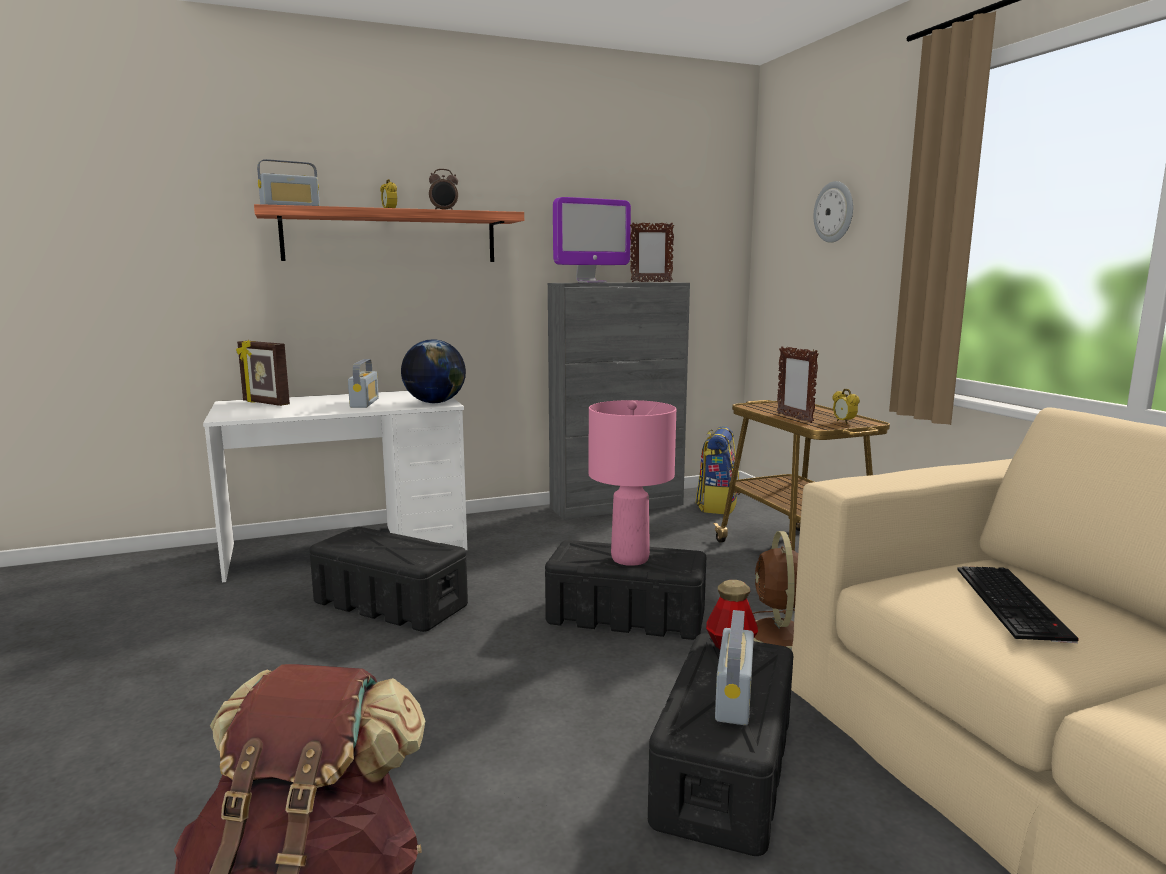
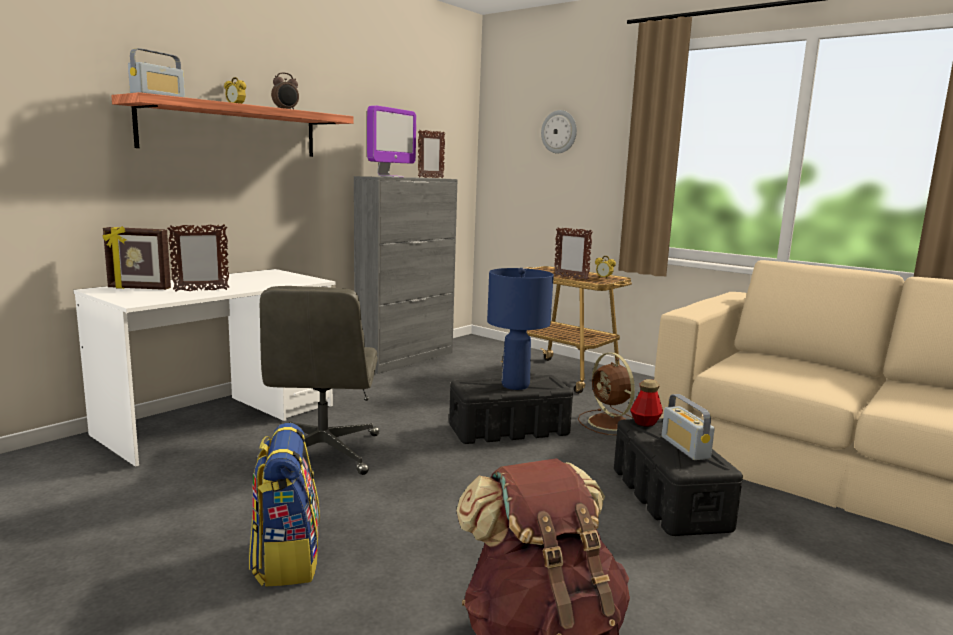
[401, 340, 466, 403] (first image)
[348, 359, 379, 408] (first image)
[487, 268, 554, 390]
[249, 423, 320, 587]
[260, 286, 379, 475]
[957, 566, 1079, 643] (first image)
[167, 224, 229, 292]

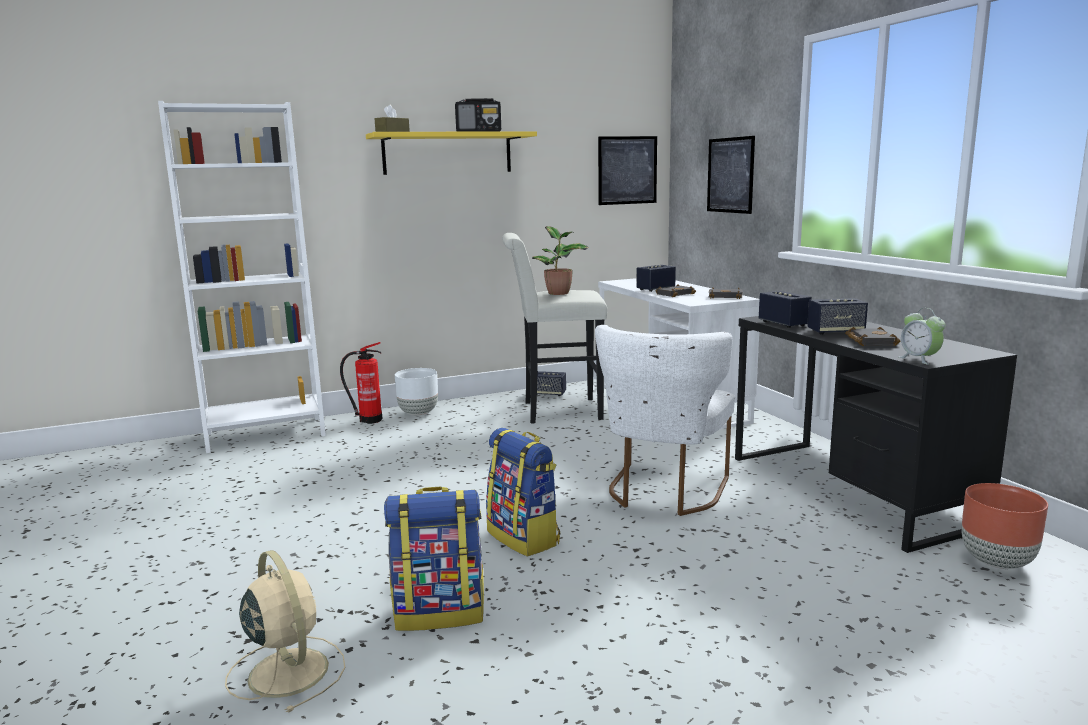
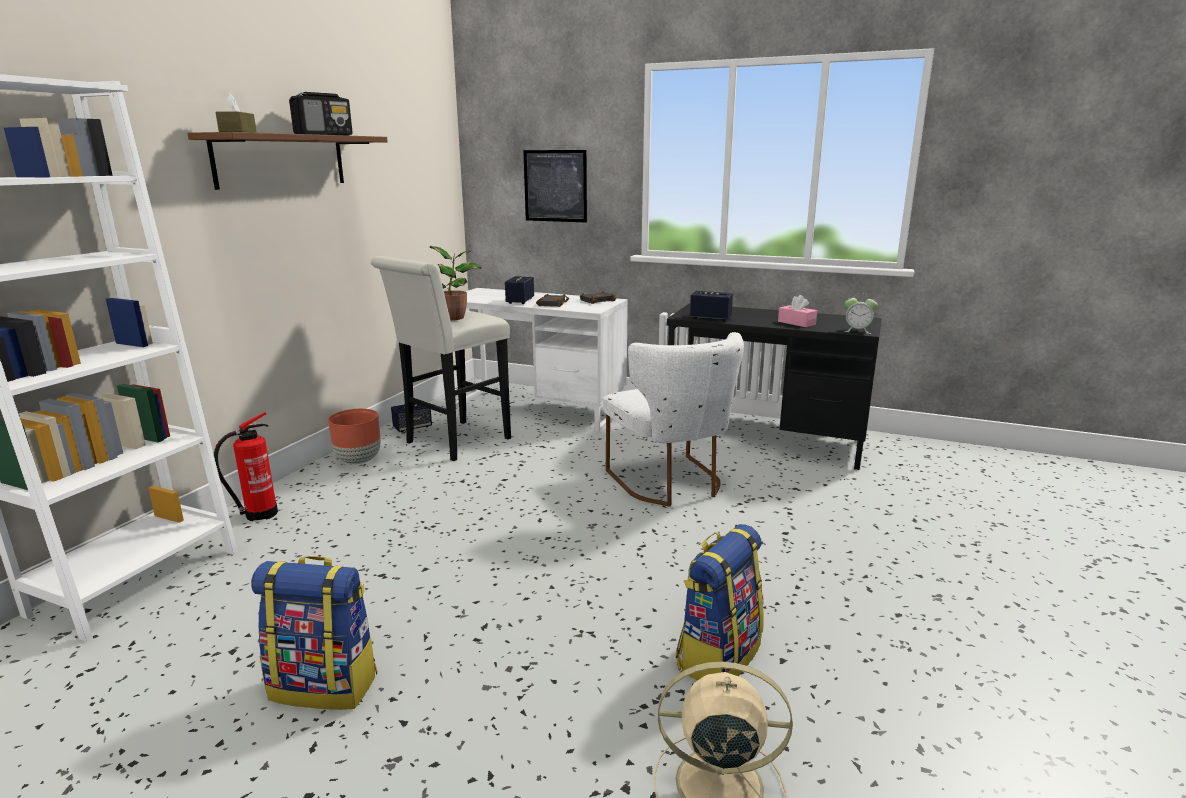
[187, 132, 388, 190]
[598, 136, 657, 205] (first image)
[807, 298, 868, 335] (first image)
[778, 295, 817, 327]
[395, 368, 438, 415] (first image)
[251, 556, 377, 710]
[328, 409, 381, 464]

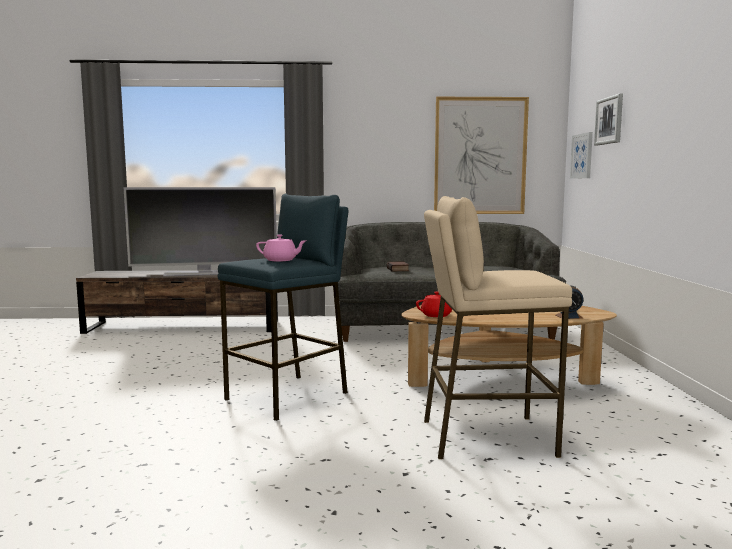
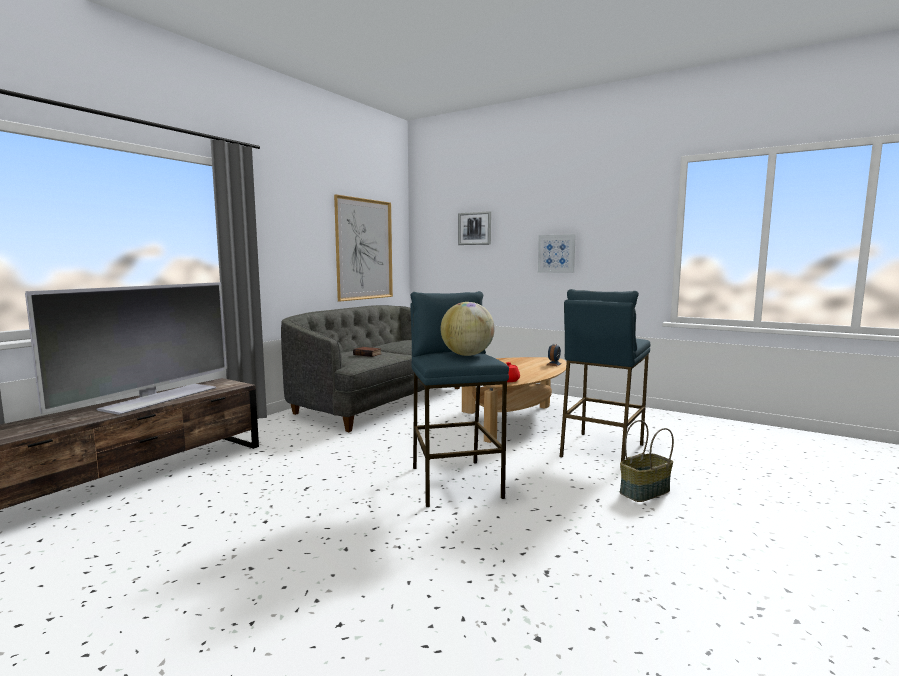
[538, 234, 576, 273]
[560, 289, 650, 470]
[440, 302, 495, 356]
[620, 420, 674, 502]

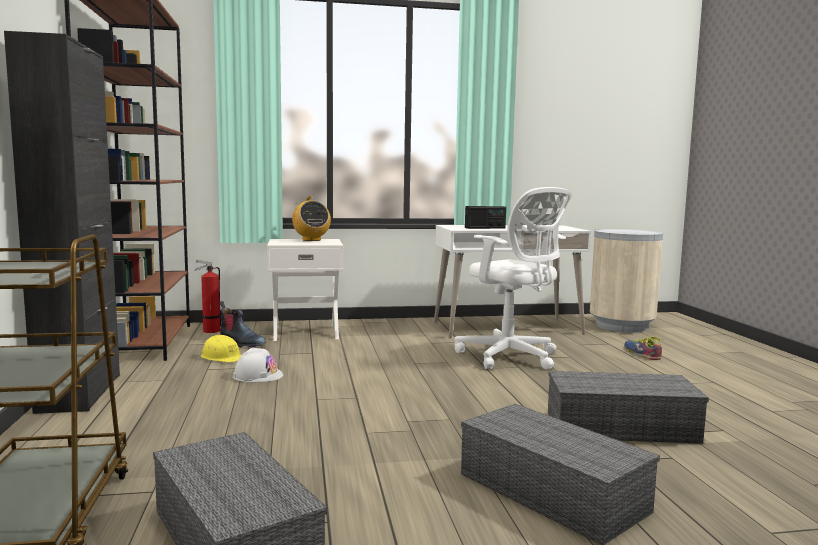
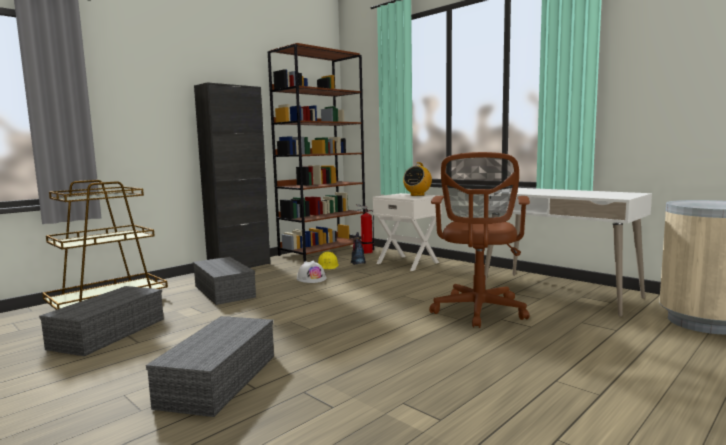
[429, 152, 530, 328]
[465, 206, 506, 229] (first image)
[624, 337, 662, 360] (first image)
[193, 257, 256, 305]

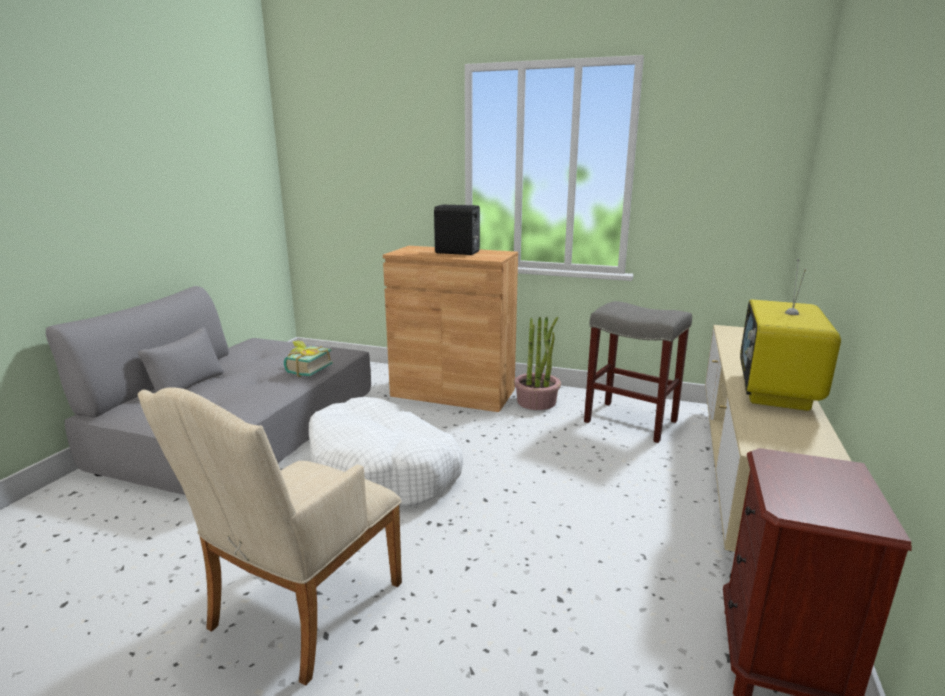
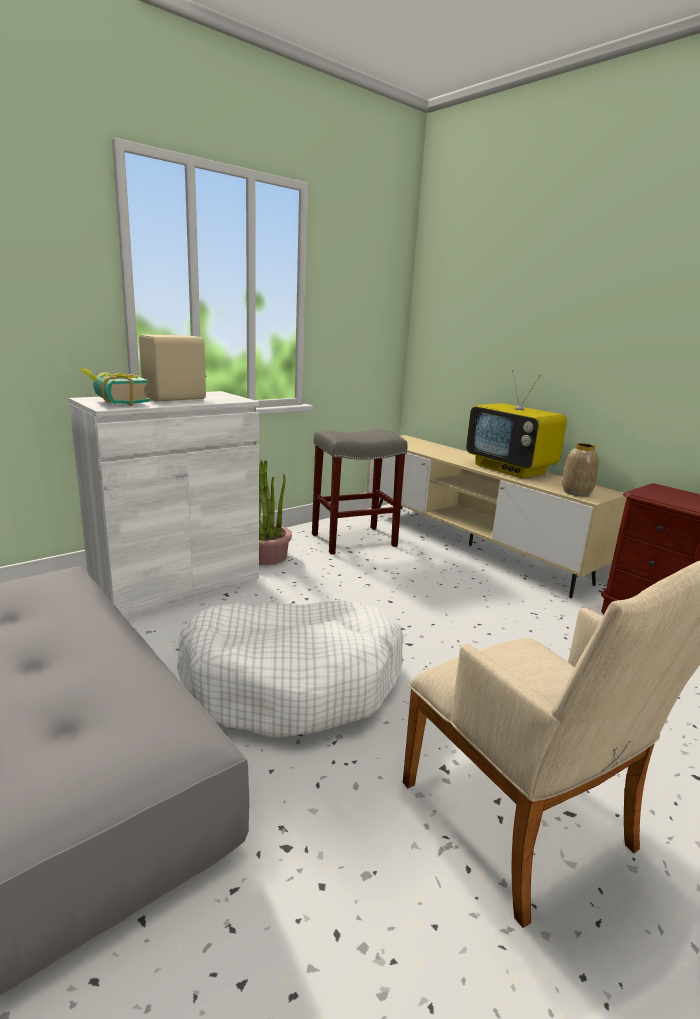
[139, 334, 207, 402]
[69, 391, 259, 617]
[80, 368, 150, 406]
[562, 443, 599, 496]

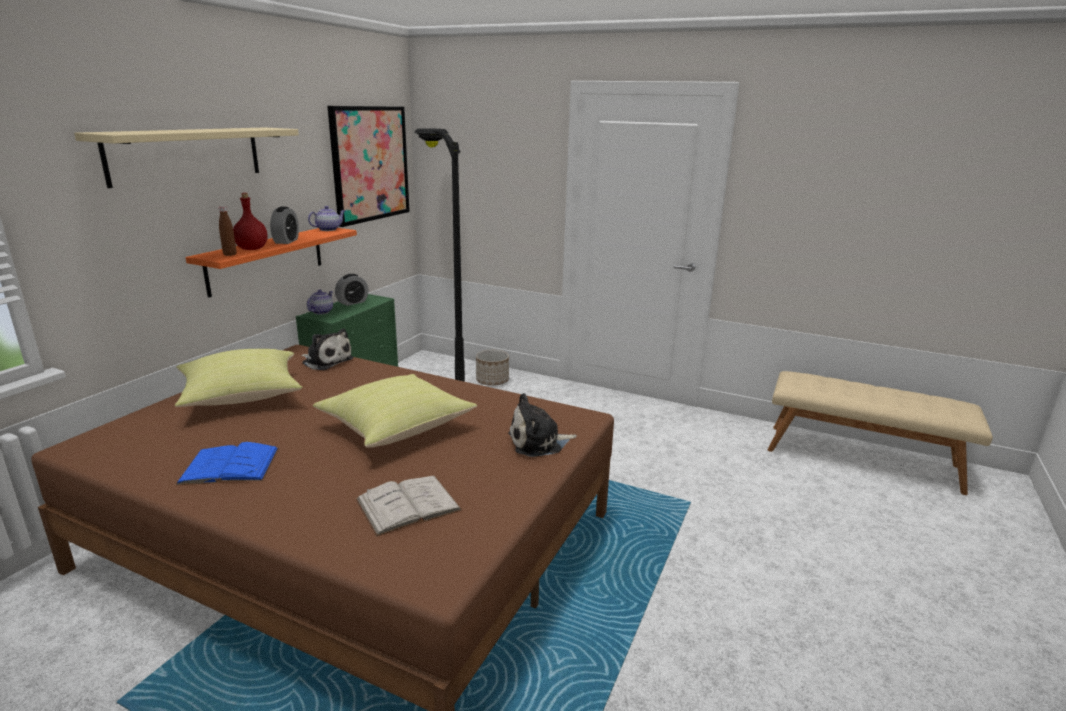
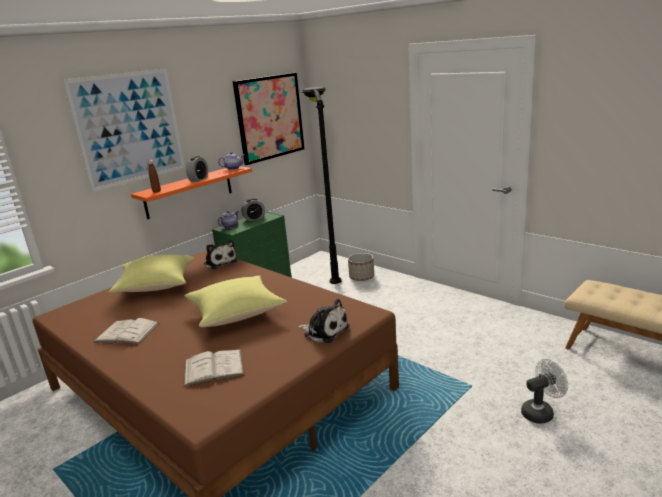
[63, 68, 185, 192]
[233, 193, 268, 250] (first image)
[298, 299, 350, 343]
[93, 318, 159, 344]
[521, 359, 568, 424]

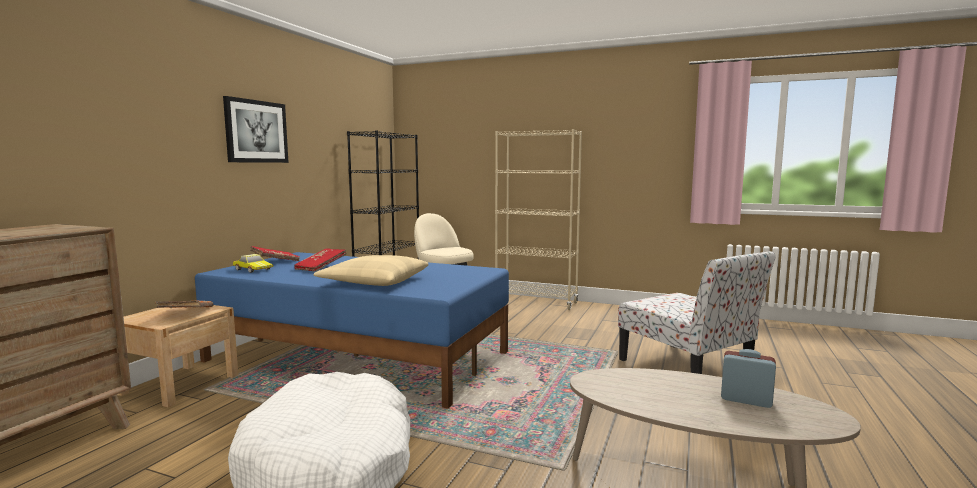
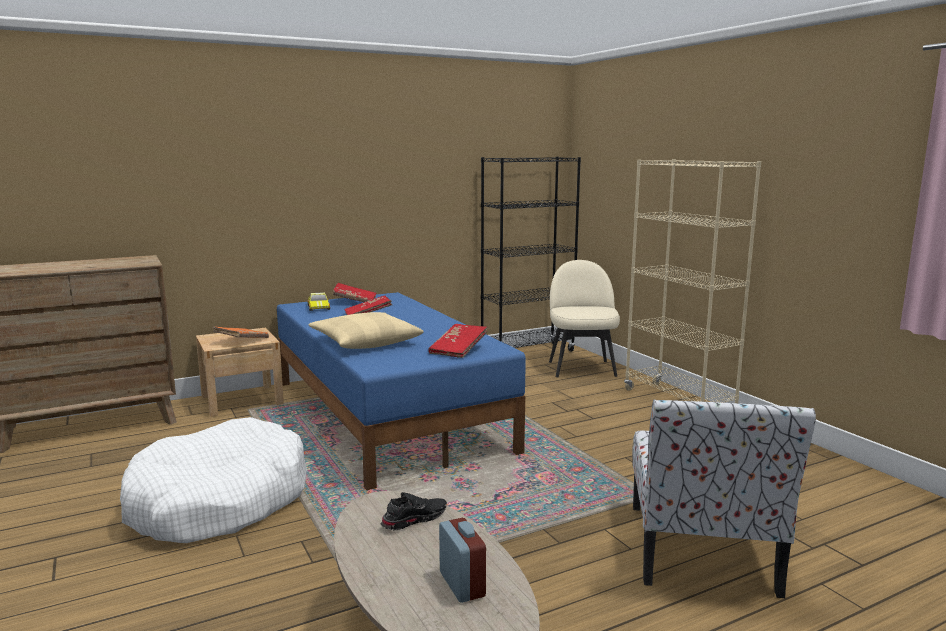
[223, 96, 289, 163] (first image)
[428, 324, 488, 358]
[380, 492, 447, 530]

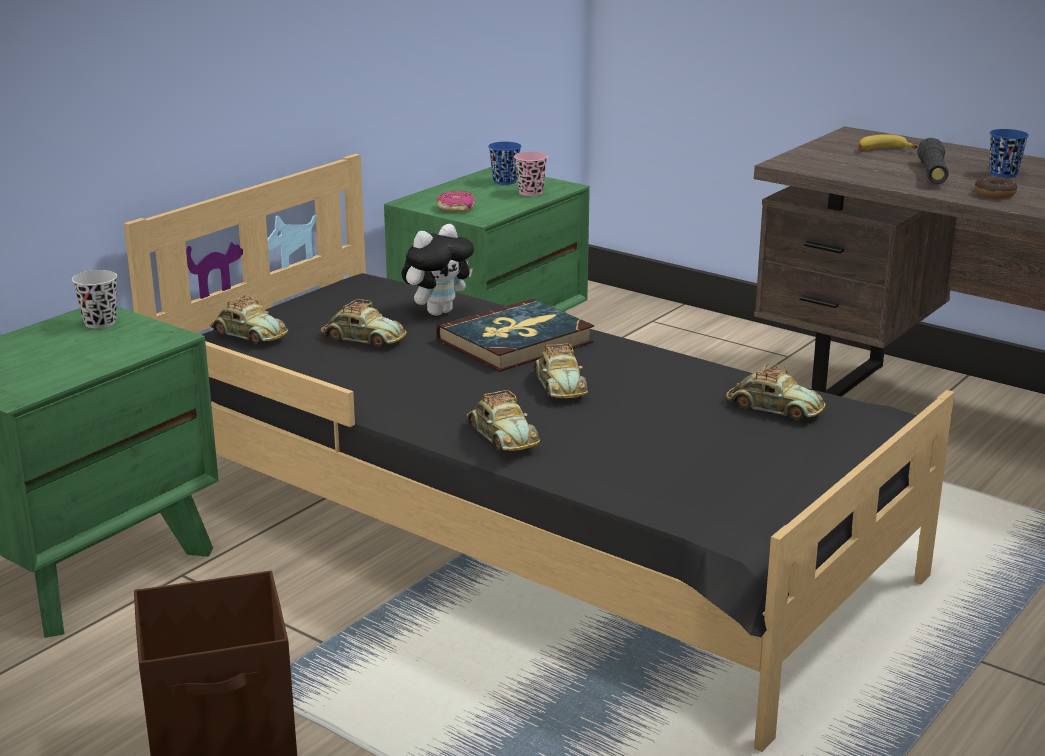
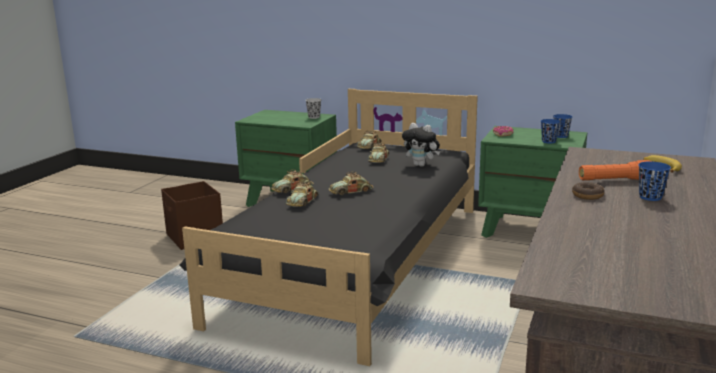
[579, 160, 652, 180]
[541, 119, 560, 144]
[436, 299, 594, 372] (first image)
[286, 181, 319, 207]

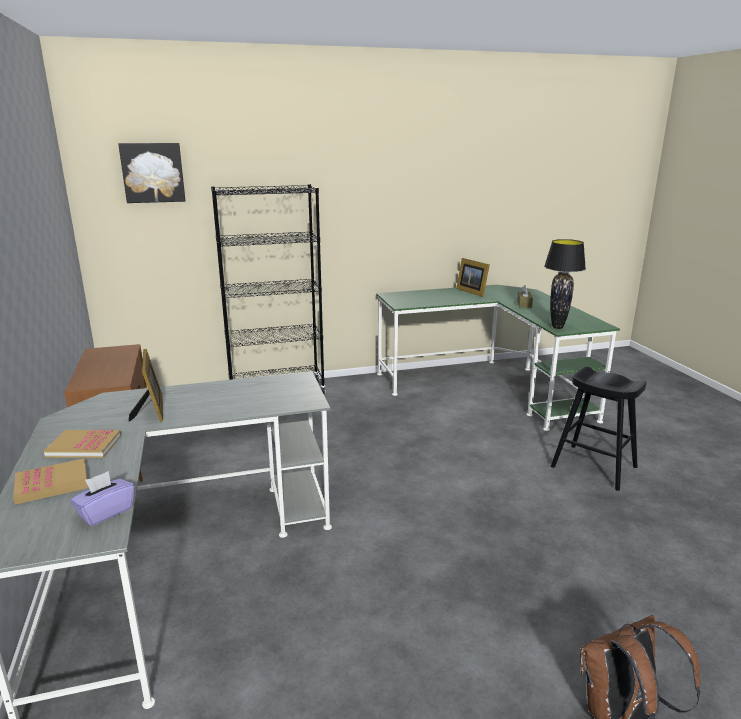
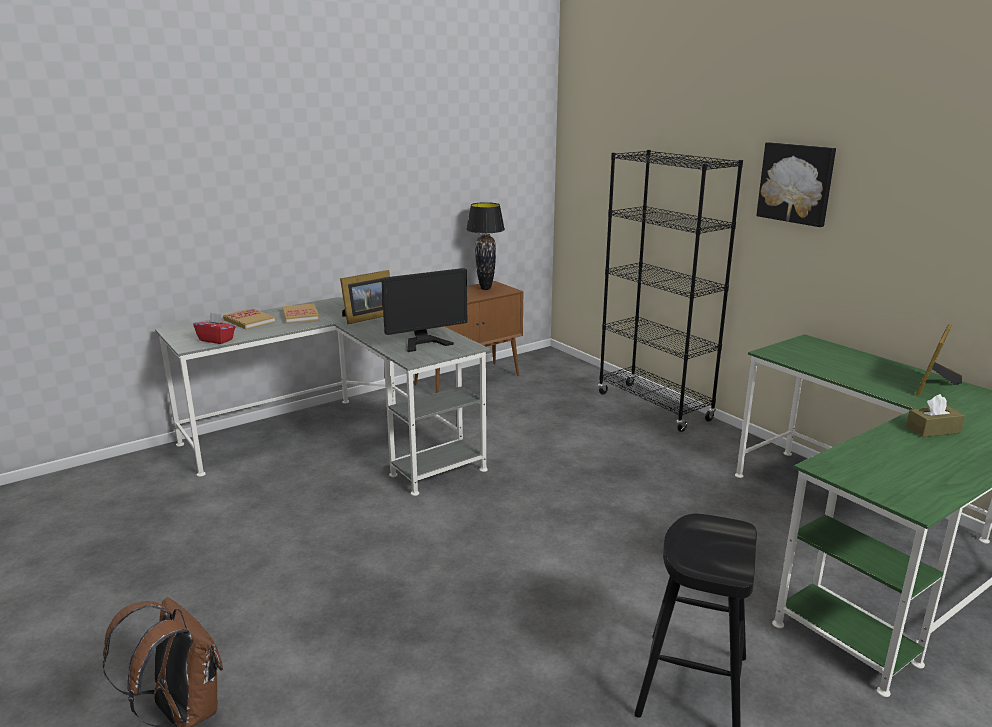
[756, 142, 836, 227]
[466, 202, 505, 290]
[193, 312, 235, 344]
[382, 268, 467, 352]

